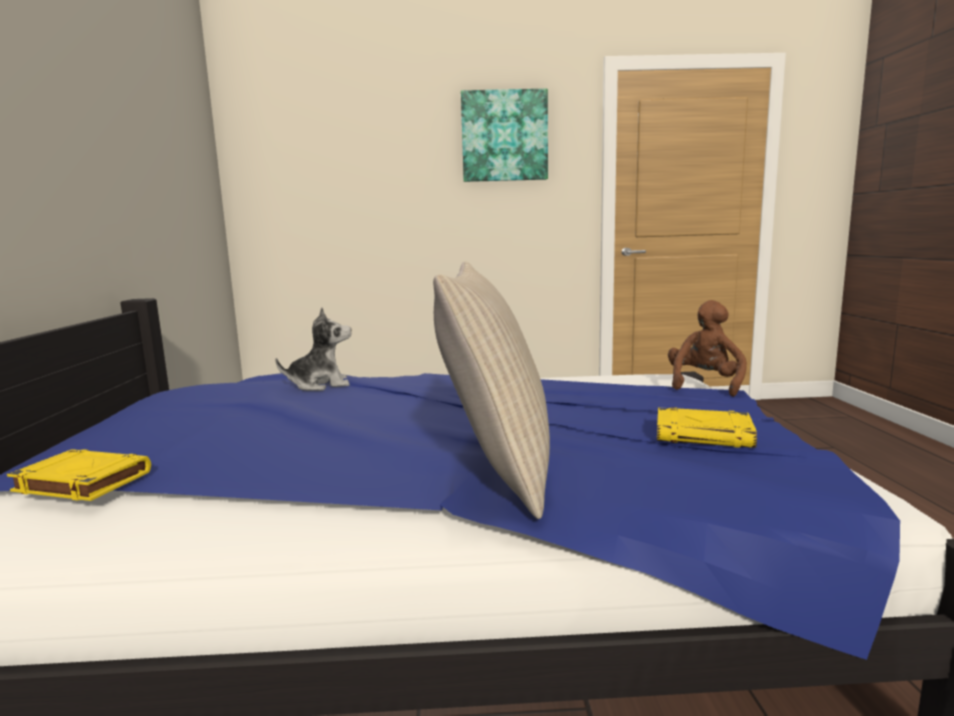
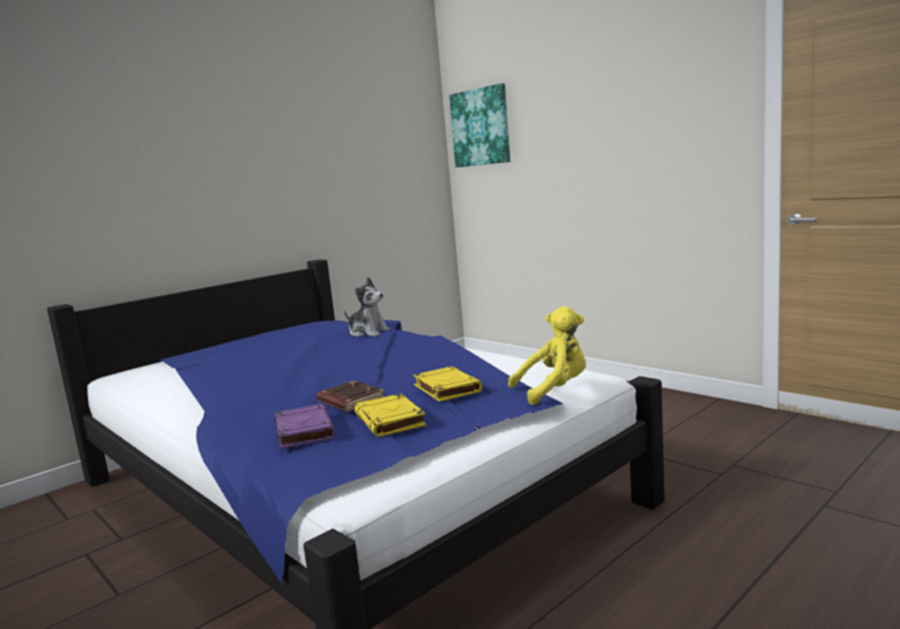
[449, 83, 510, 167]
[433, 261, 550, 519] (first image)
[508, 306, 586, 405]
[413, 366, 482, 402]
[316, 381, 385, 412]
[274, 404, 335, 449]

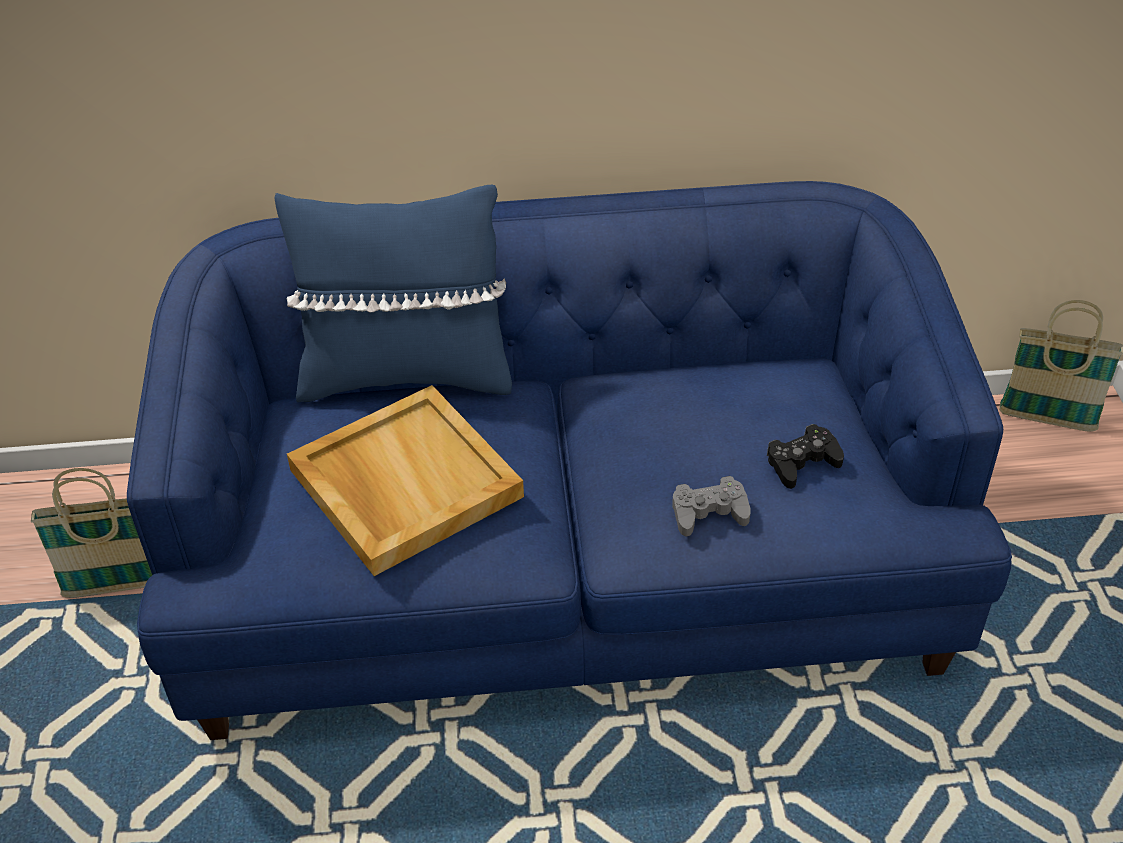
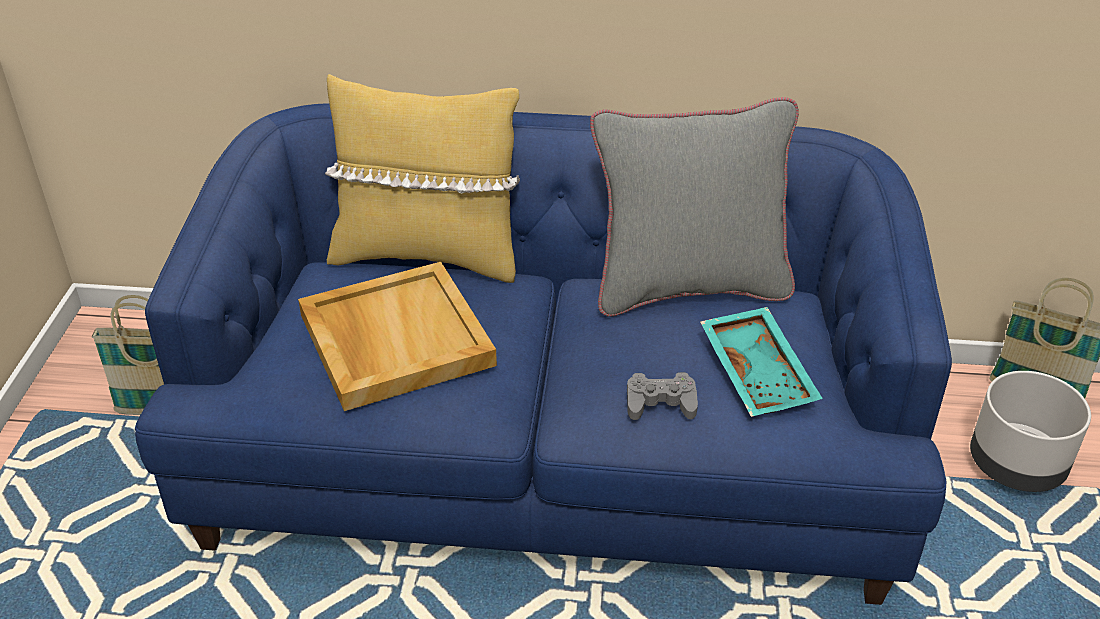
[325, 74, 520, 283]
[700, 307, 823, 417]
[590, 97, 799, 317]
[970, 371, 1091, 492]

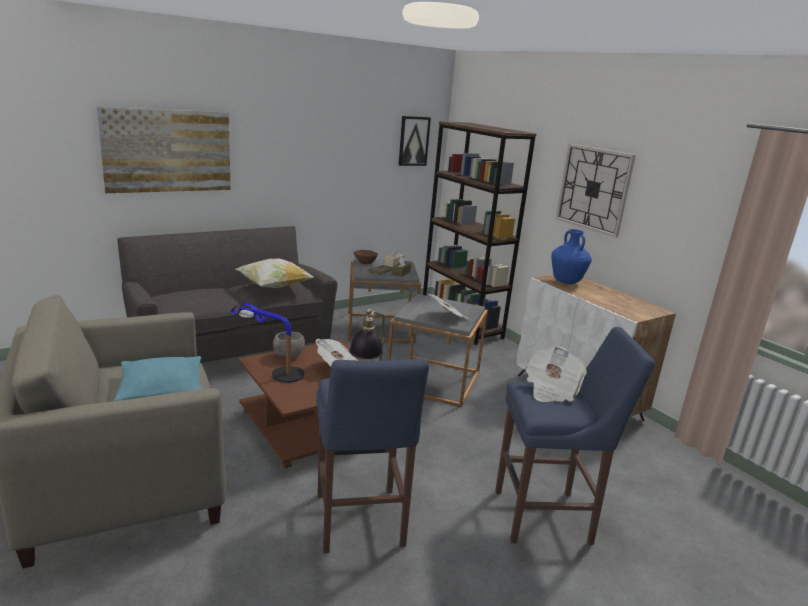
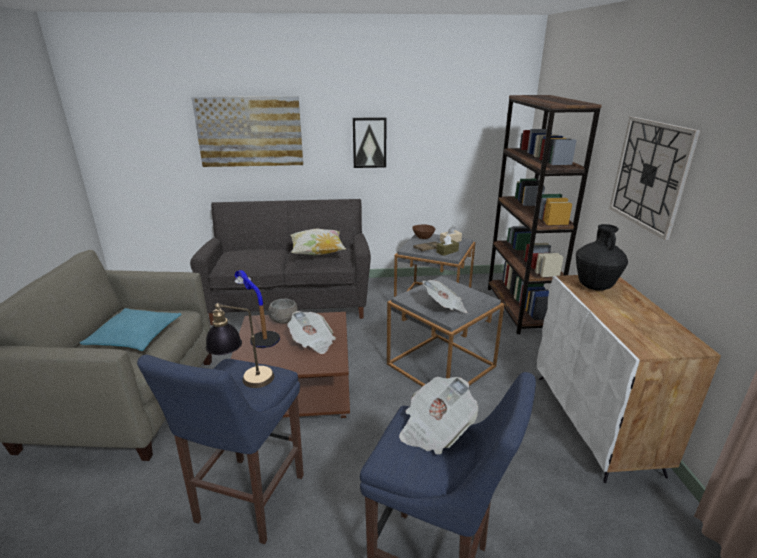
[353, 117, 387, 168]
[576, 224, 628, 291]

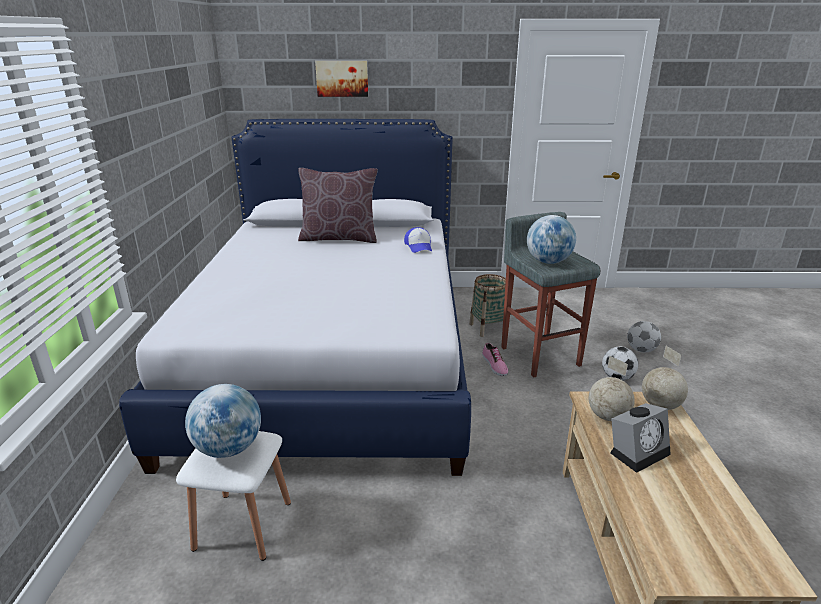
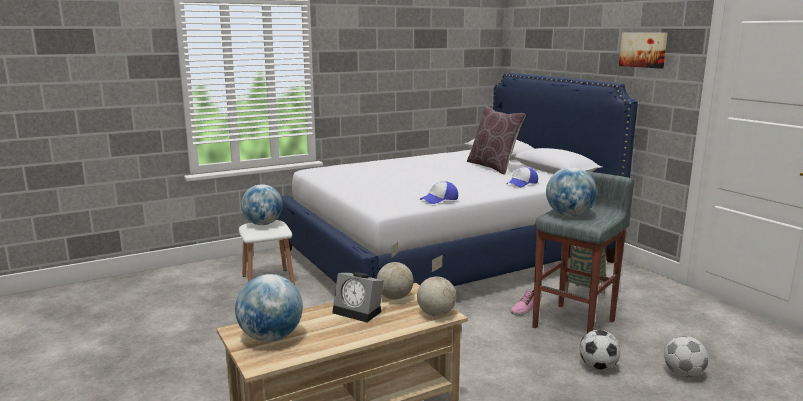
[619, 33, 667, 69]
[420, 181, 458, 204]
[235, 274, 303, 342]

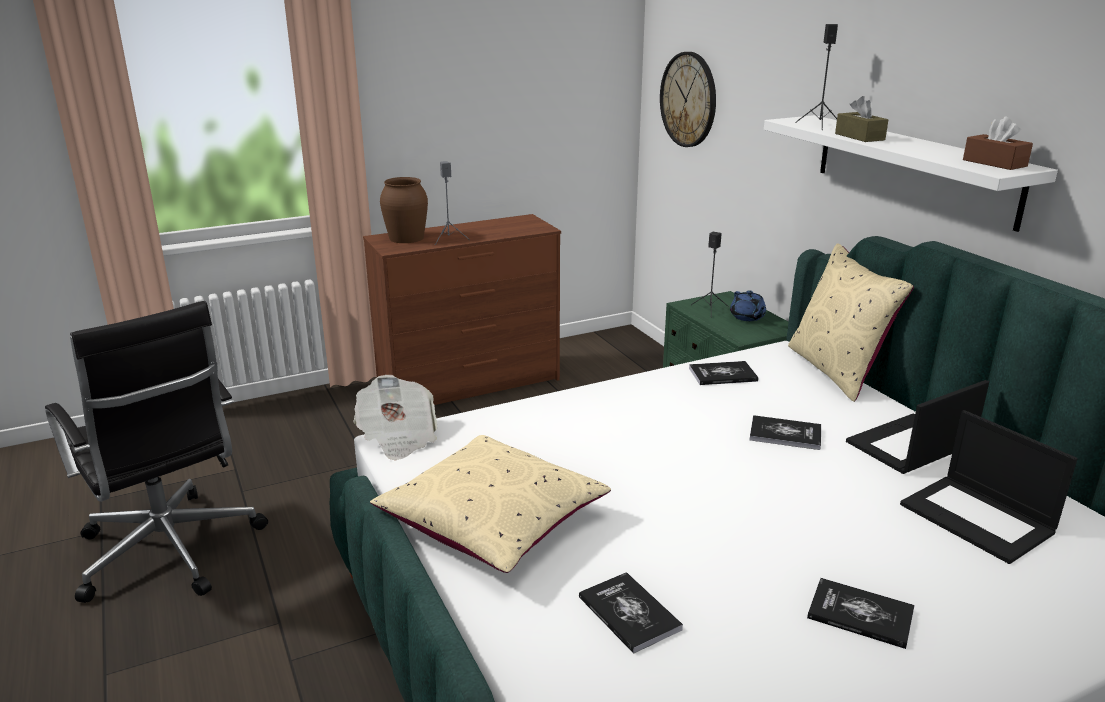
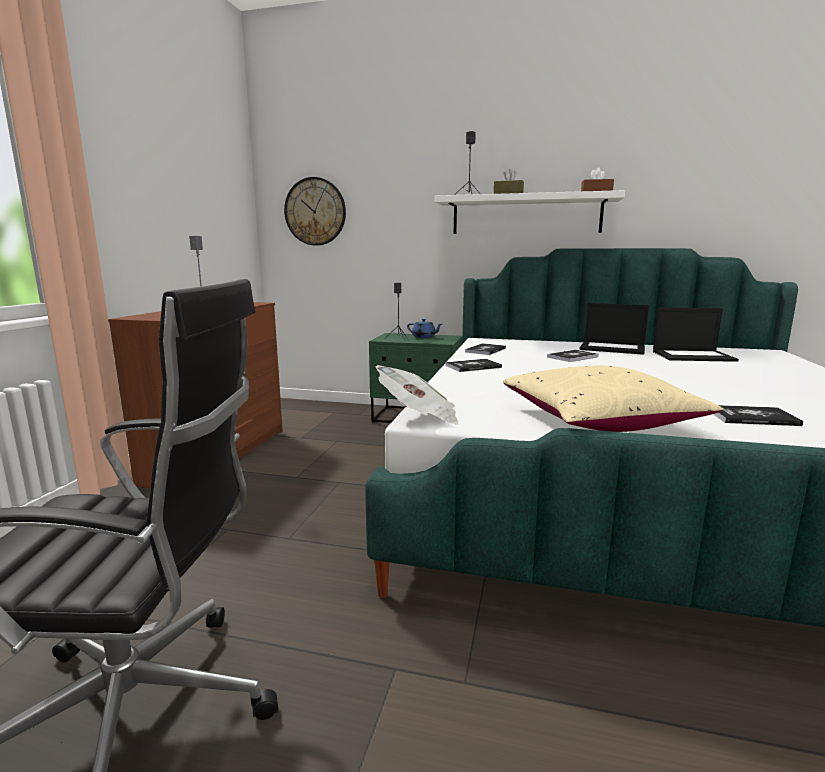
[380, 177, 428, 243] (first image)
[788, 243, 914, 402] (first image)
[579, 303, 649, 355]
[445, 359, 502, 372]

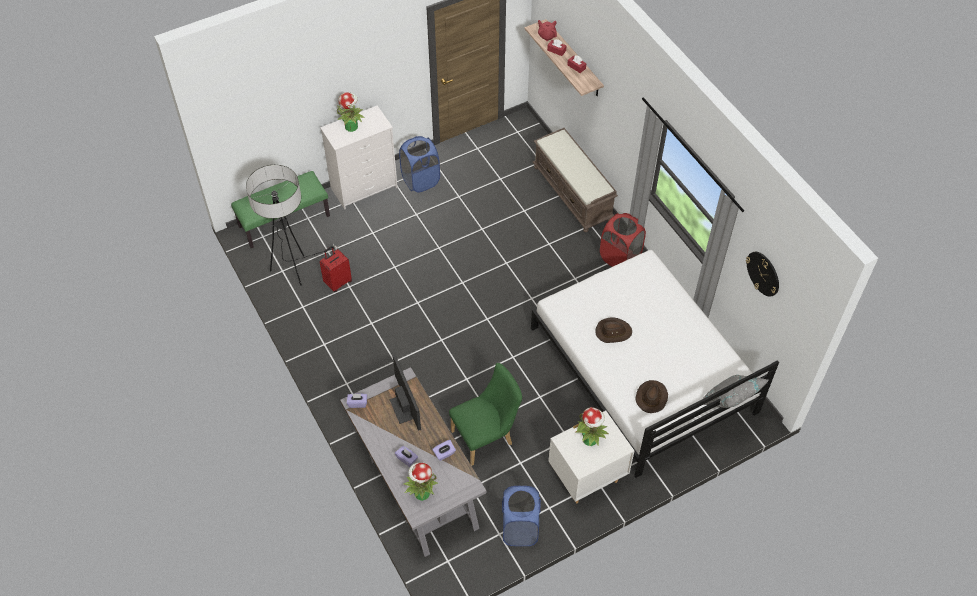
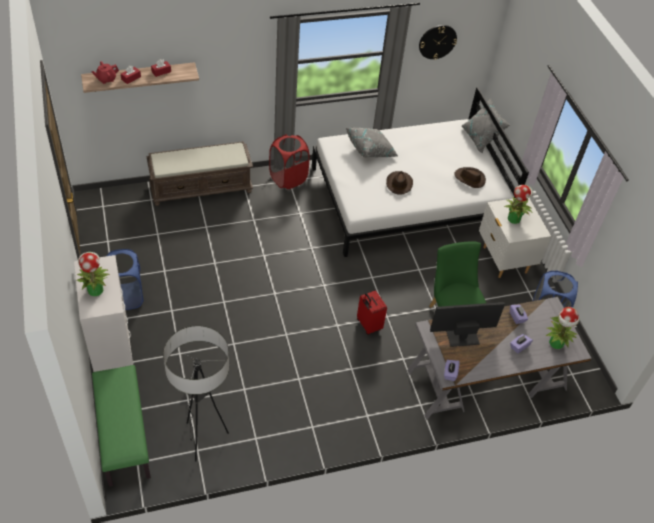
[357, 290, 387, 335]
[346, 128, 399, 158]

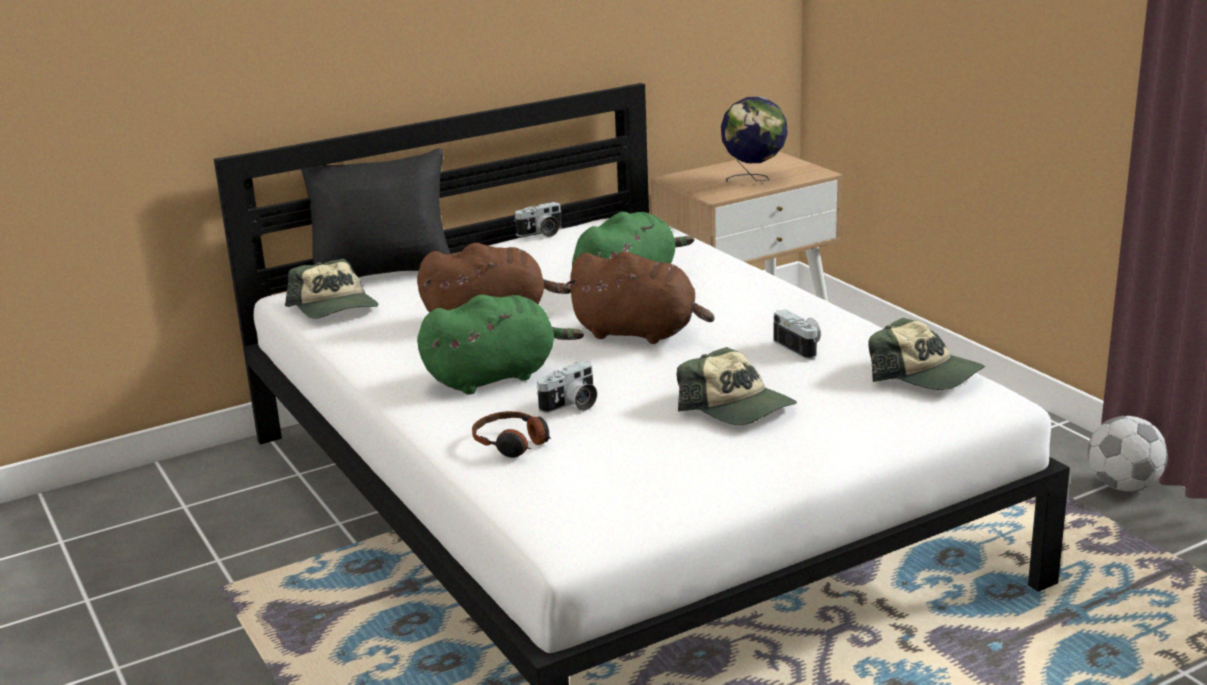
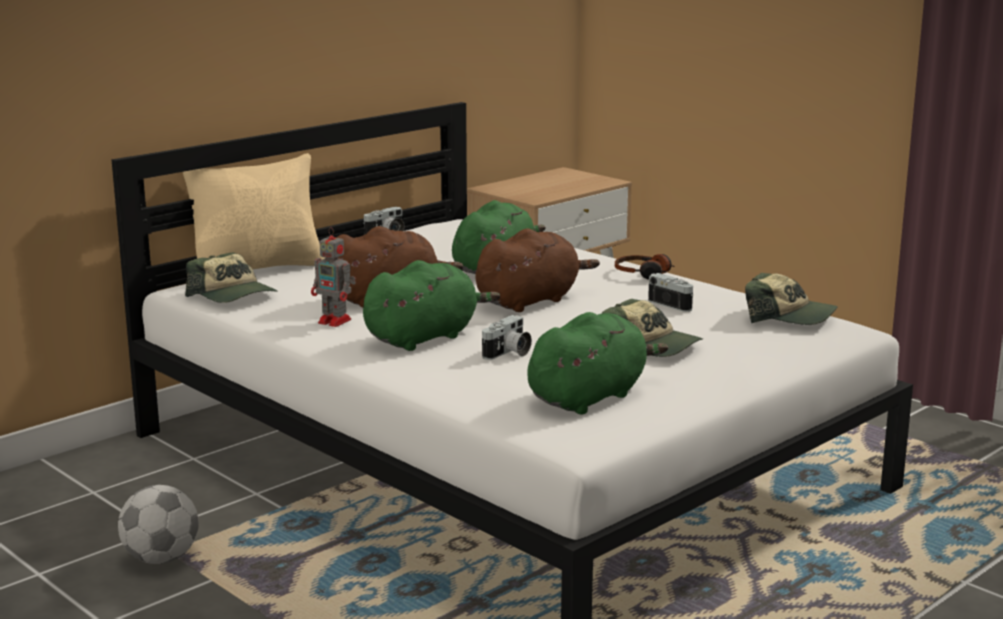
[721, 96, 788, 182] (first image)
[183, 153, 325, 269]
[475, 228, 600, 312]
[615, 254, 675, 280]
[118, 485, 199, 564]
[311, 227, 356, 327]
[527, 312, 668, 414]

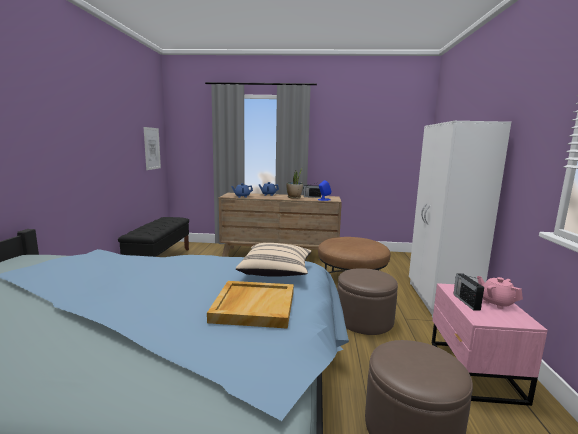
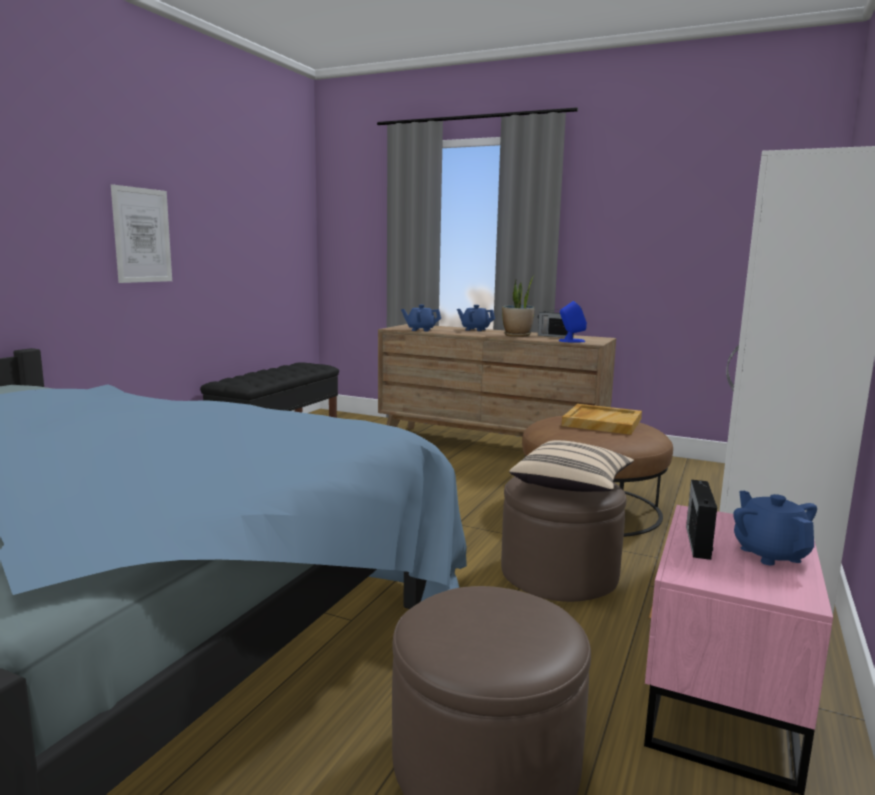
[111, 184, 172, 283]
[509, 440, 634, 492]
[733, 491, 817, 565]
[562, 404, 642, 435]

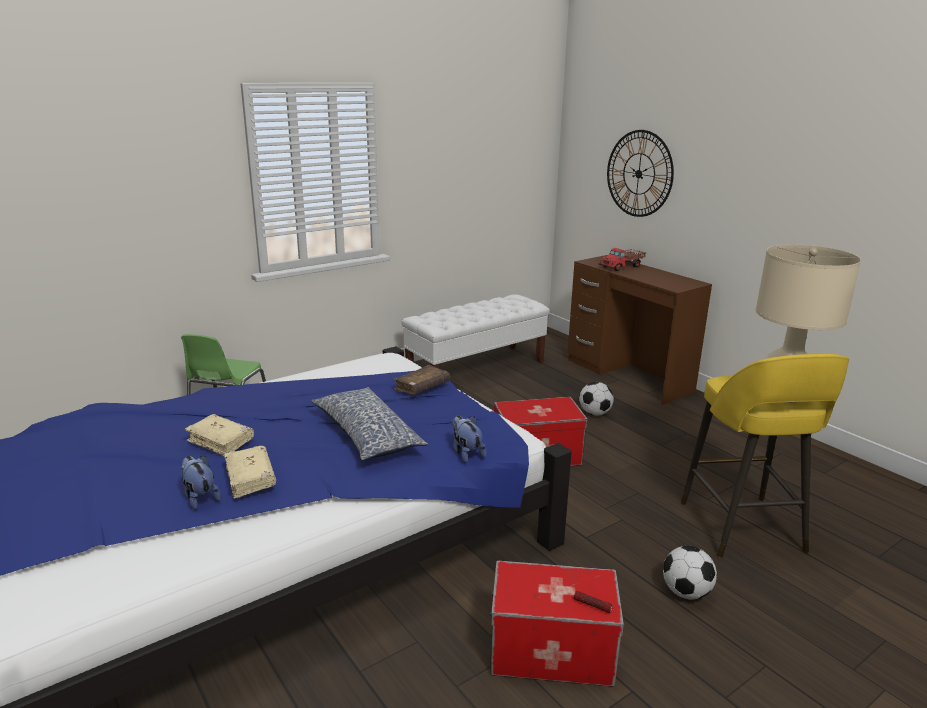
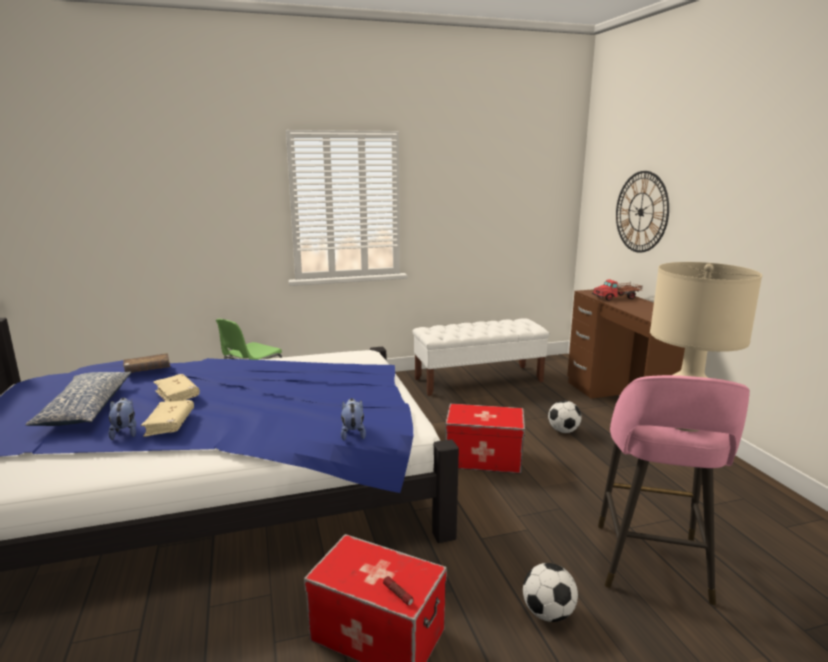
[598, 375, 750, 605]
[123, 353, 170, 373]
[25, 372, 131, 426]

